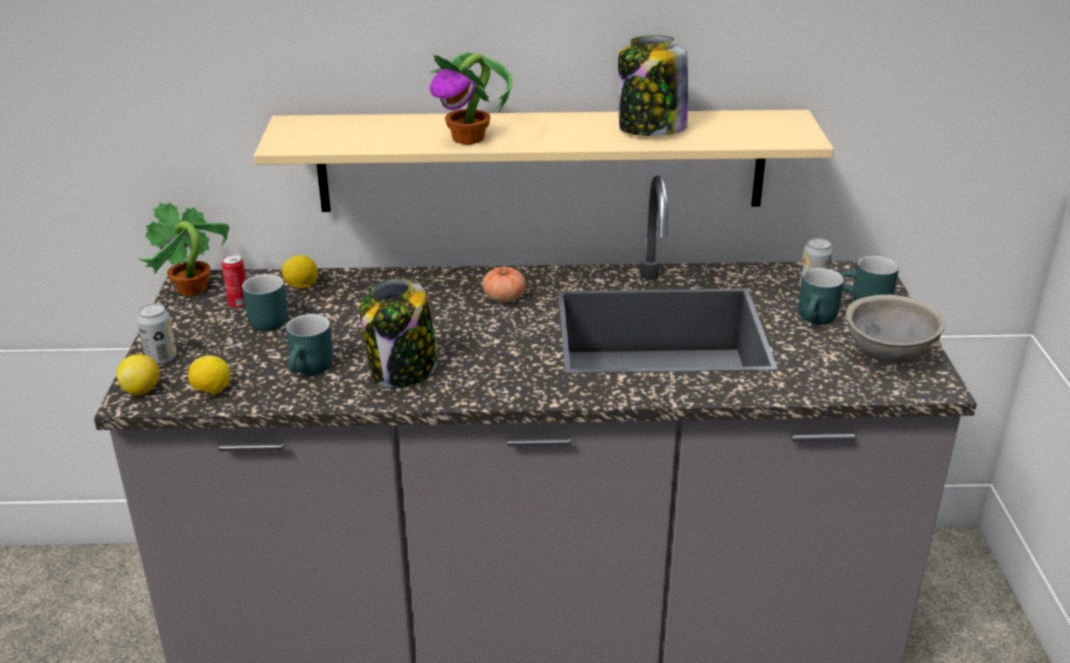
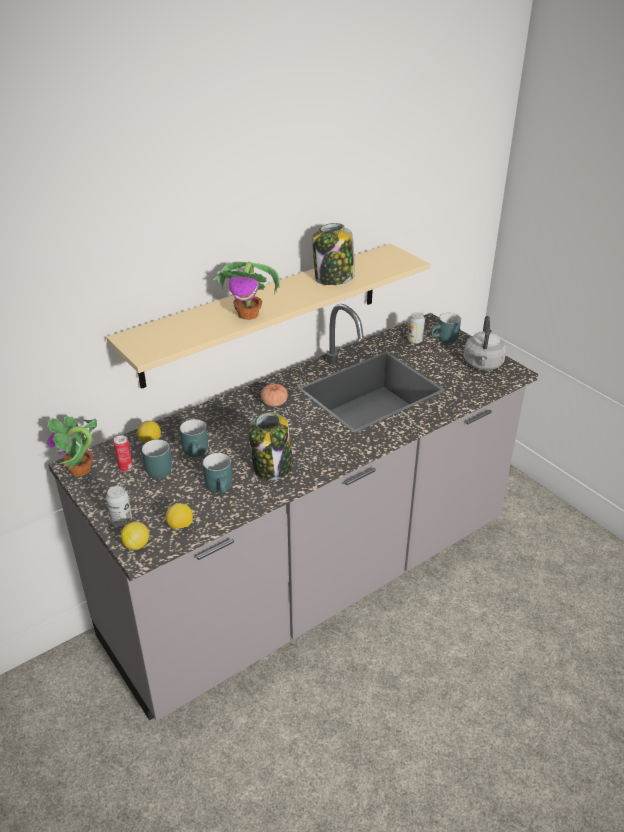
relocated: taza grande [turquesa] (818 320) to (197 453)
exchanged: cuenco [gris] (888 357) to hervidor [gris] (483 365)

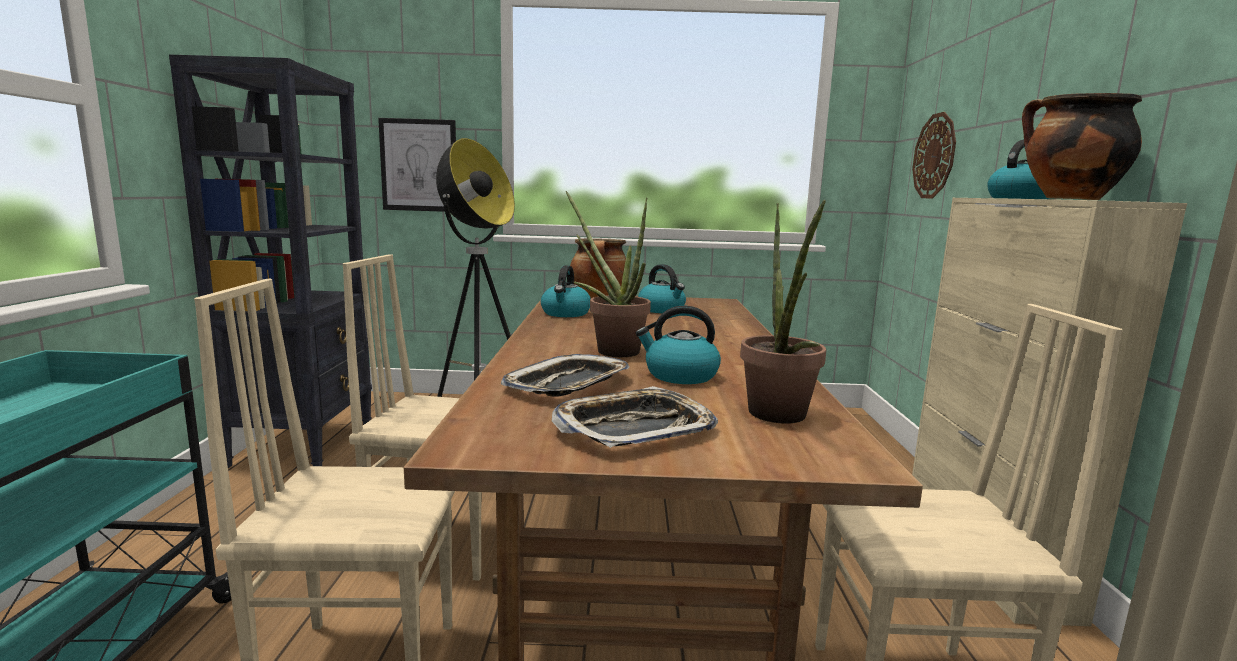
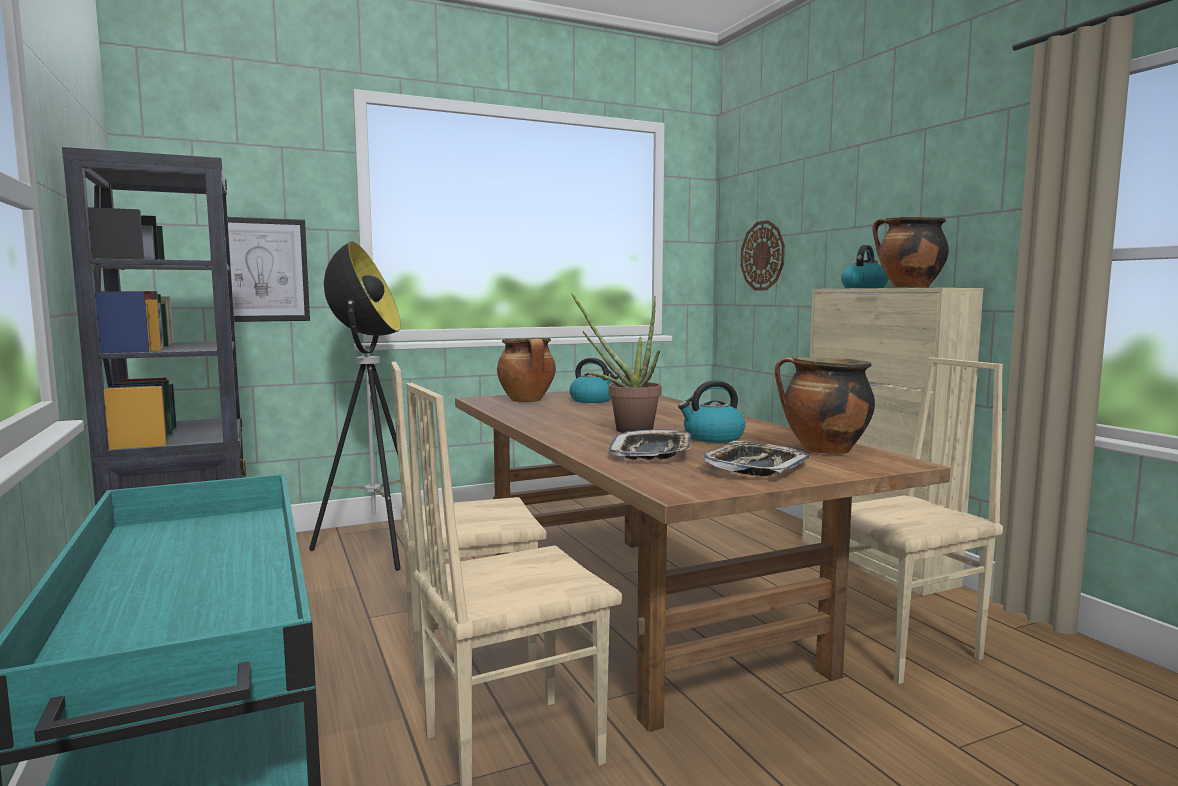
missing: hervidor (565 313)
exchanged: planta en maceta (779 418) to olla (823 450)

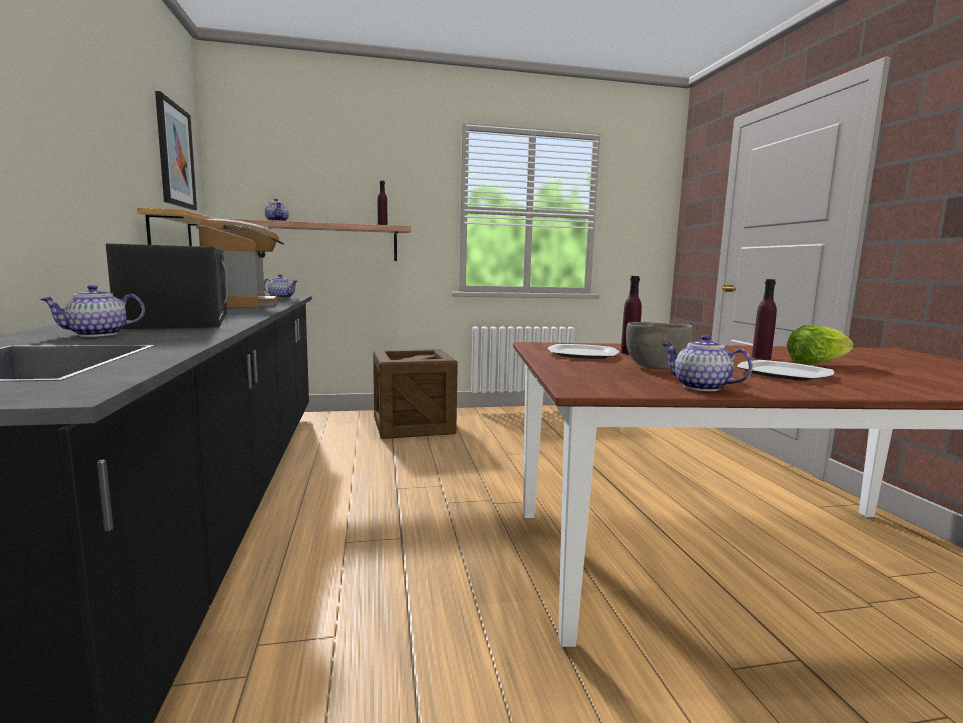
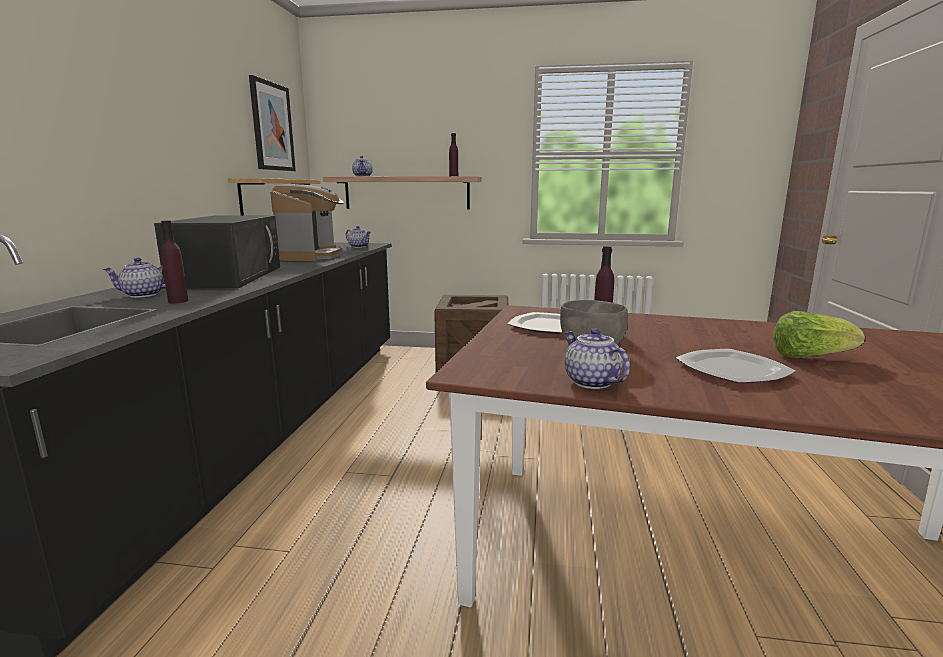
relocated: botella [morado] (761 357) to (178 301)

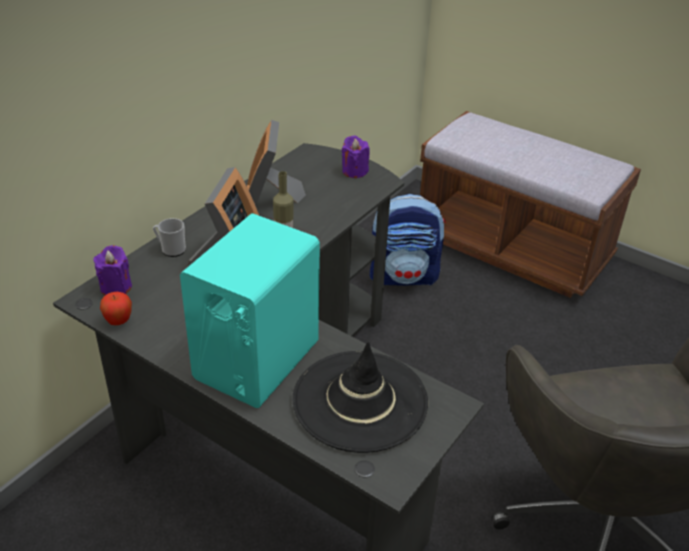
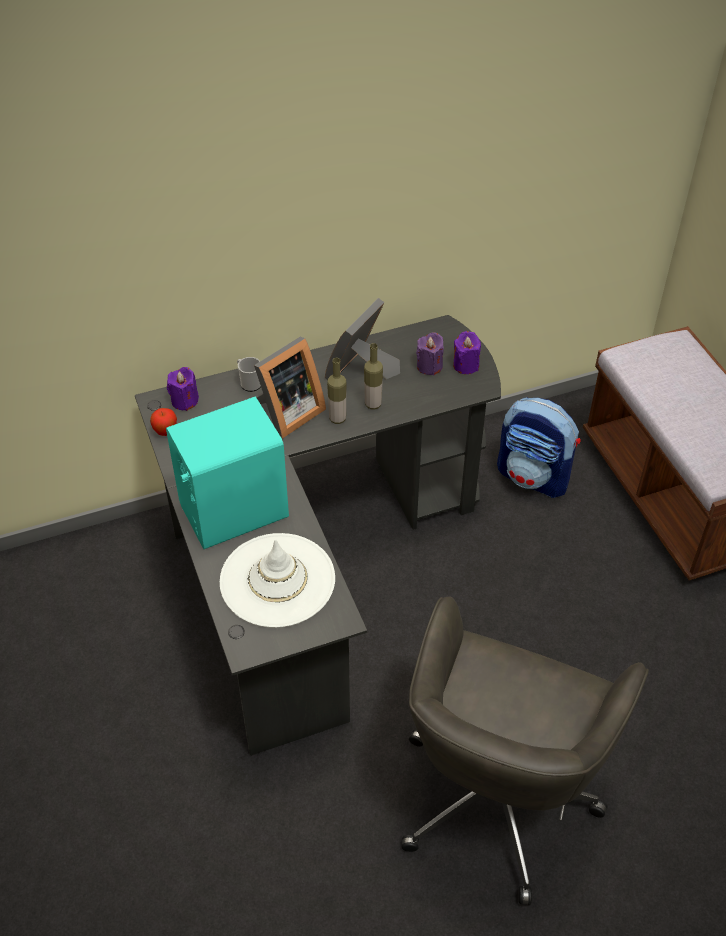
appeared: botella (373 404); vela [morado] (429 366)
colour: sombrero [negro] (360 400) to sombrero [blanco] (277 580)

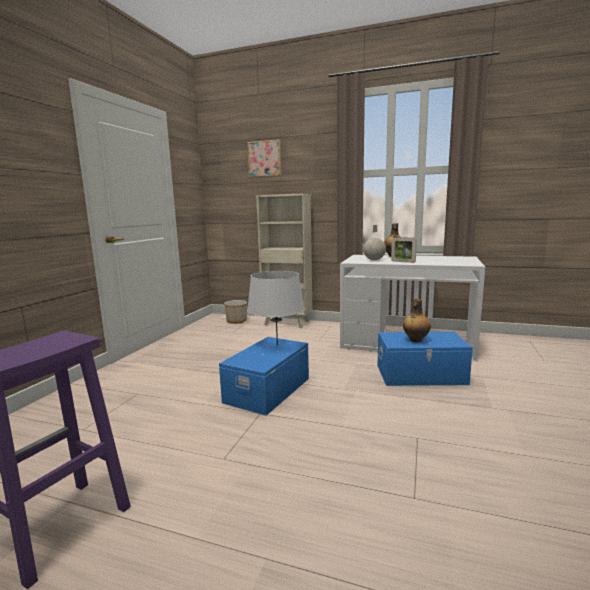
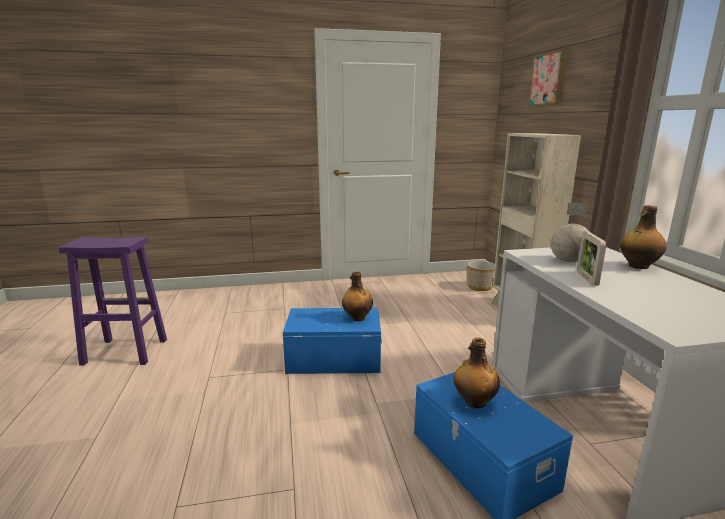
exchanged: lámpara de mesa [gris] (277 345) to botella (357 318)

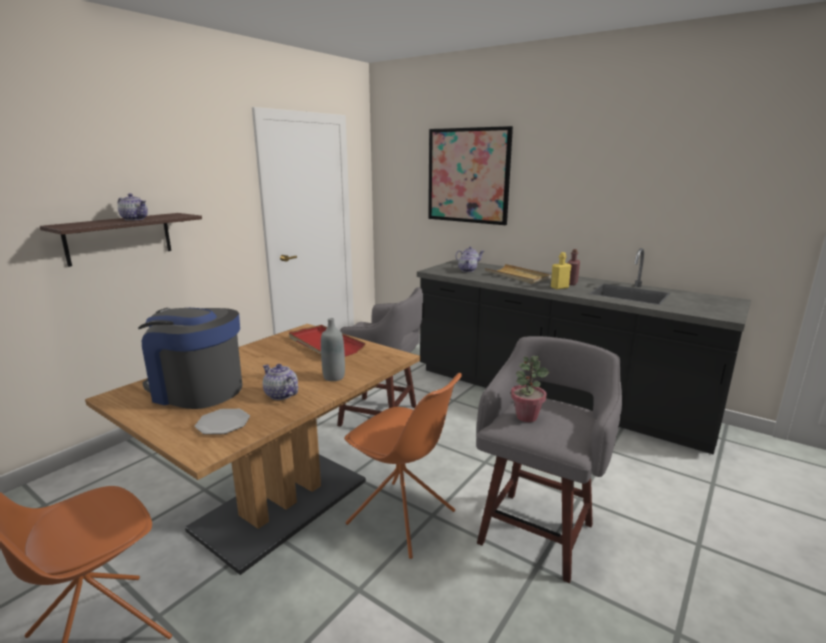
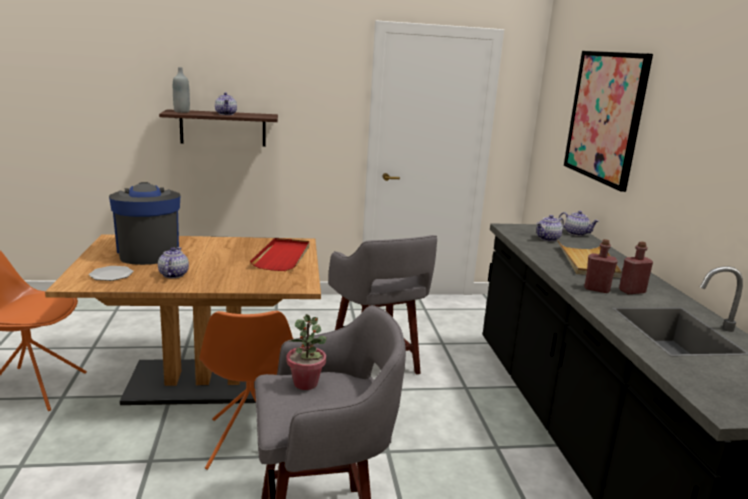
relocated: botella [gris] (334 377) to (181 111)
colour: botella [amarillo] (559 287) to botella [rojo] (596 289)

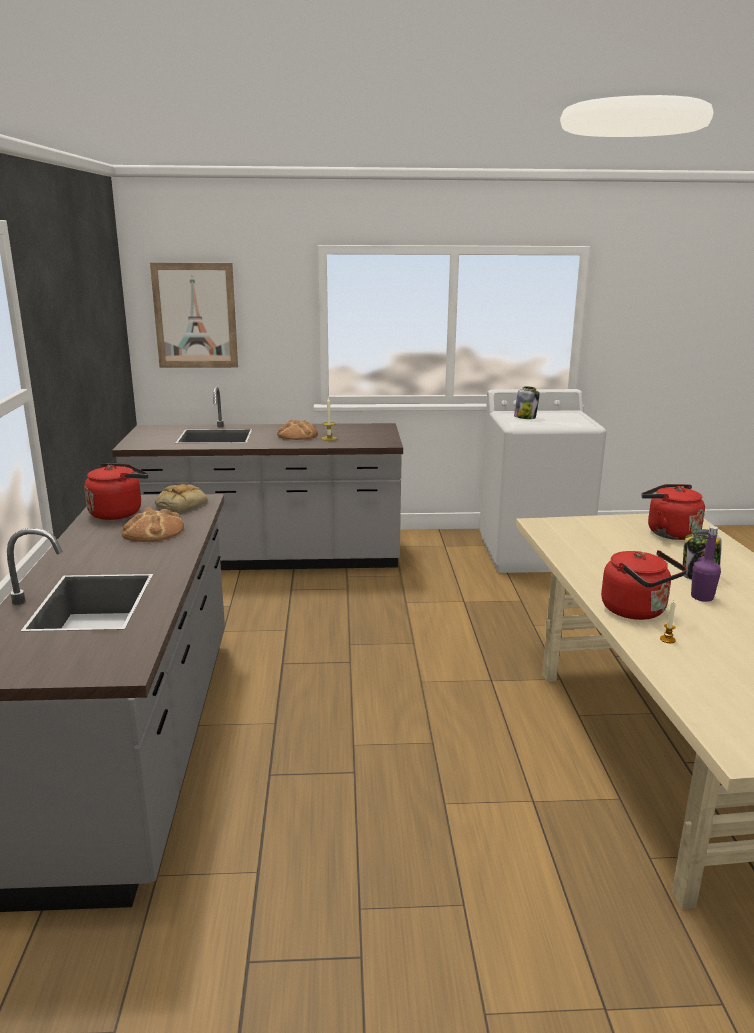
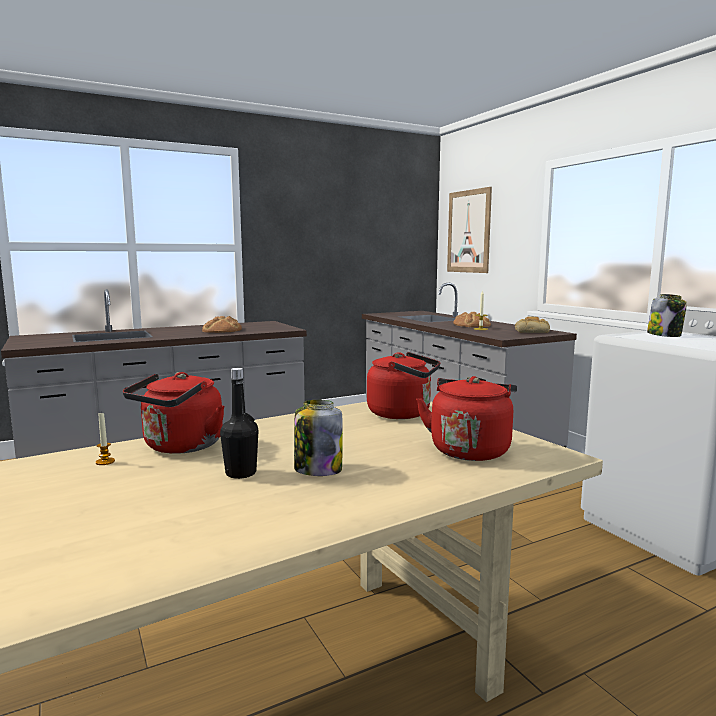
relocated: hervidor [rojo] (119 512) to (403 414); pan (181 504) to (532 331)
colour: botella [morado] (702 597) to botella [negro] (241 473)

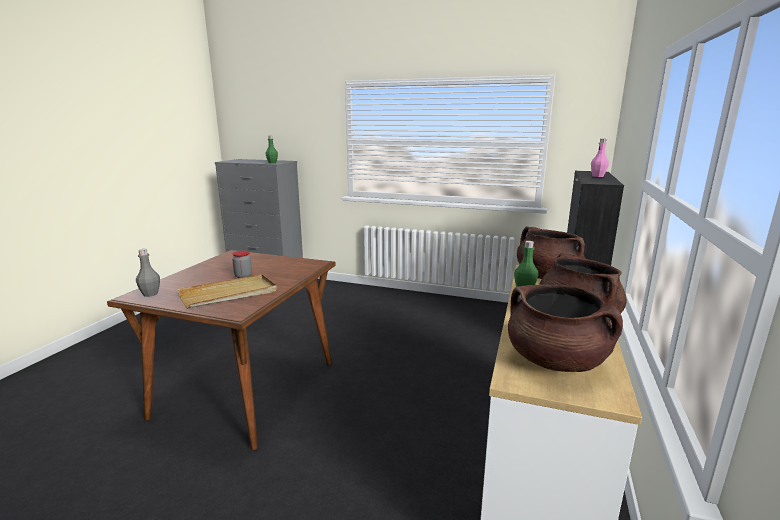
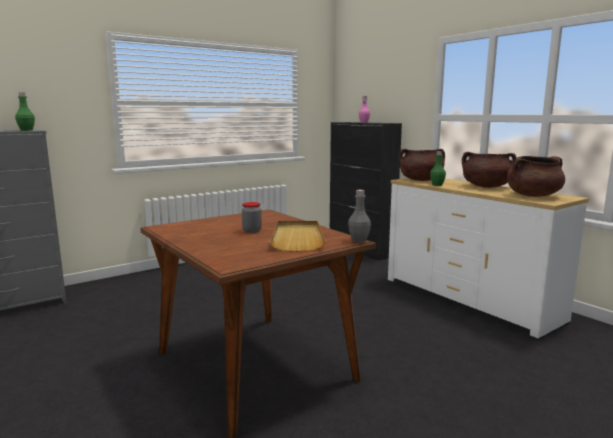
relocated: botella [gris] (150 294) to (359 240)

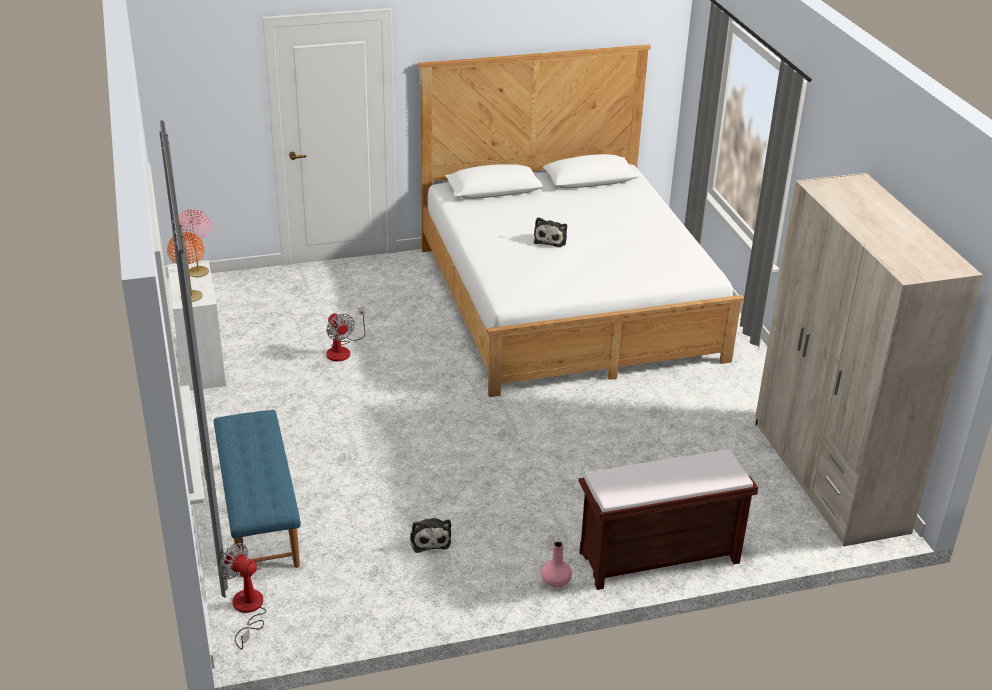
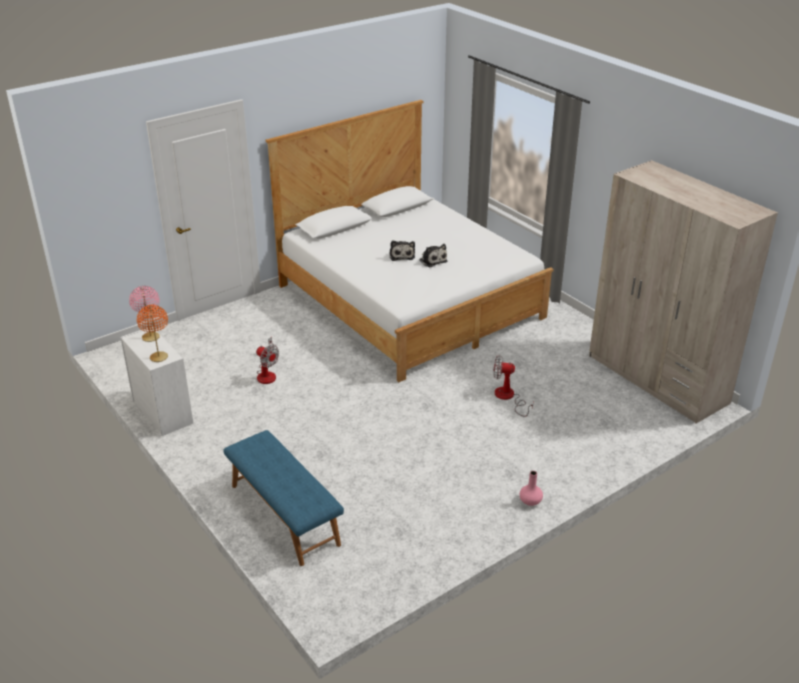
missing: banco [marrón] (658 558)
relocated: ventilador (247 610) to (508 397); peluche (429 539) to (432 260)

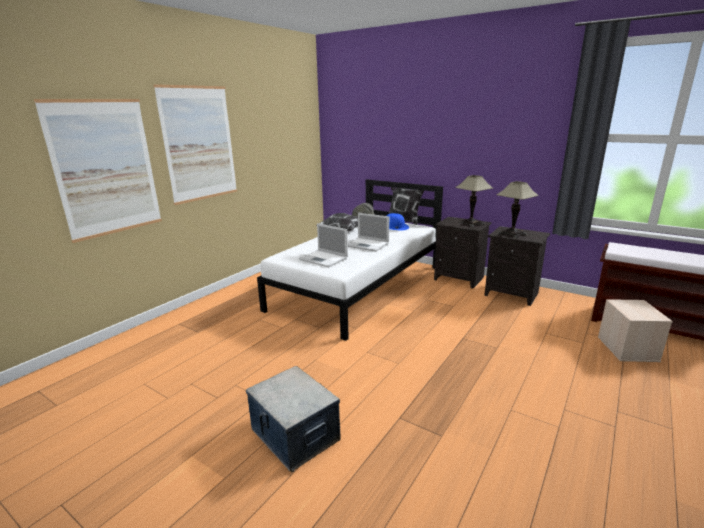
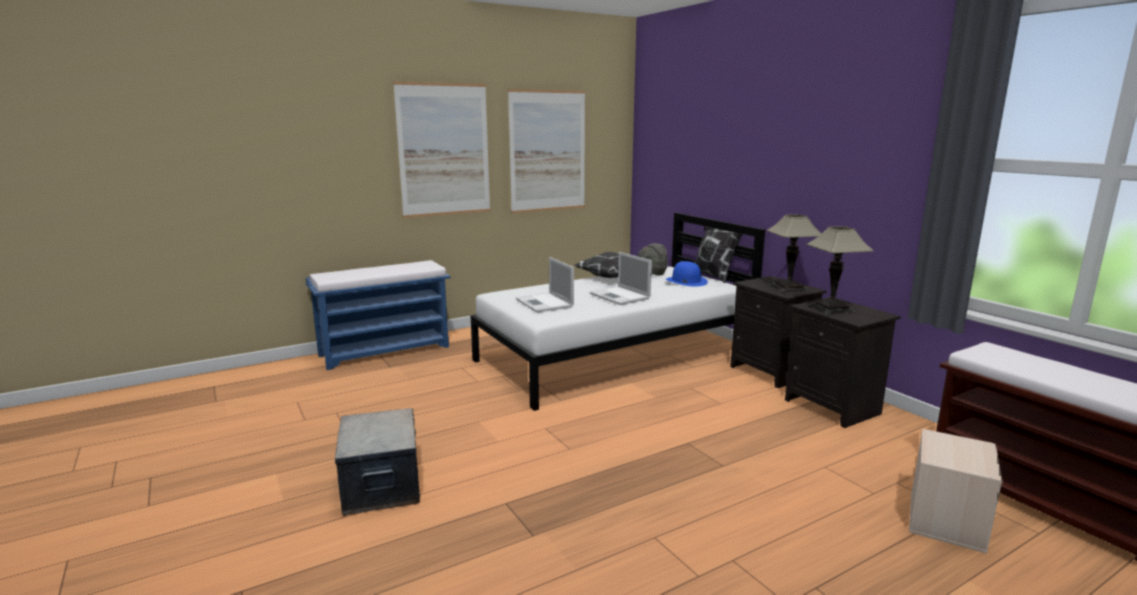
appeared: banco [azul] (386 350)
relocated: cuadro (106 168) to (547 151)

